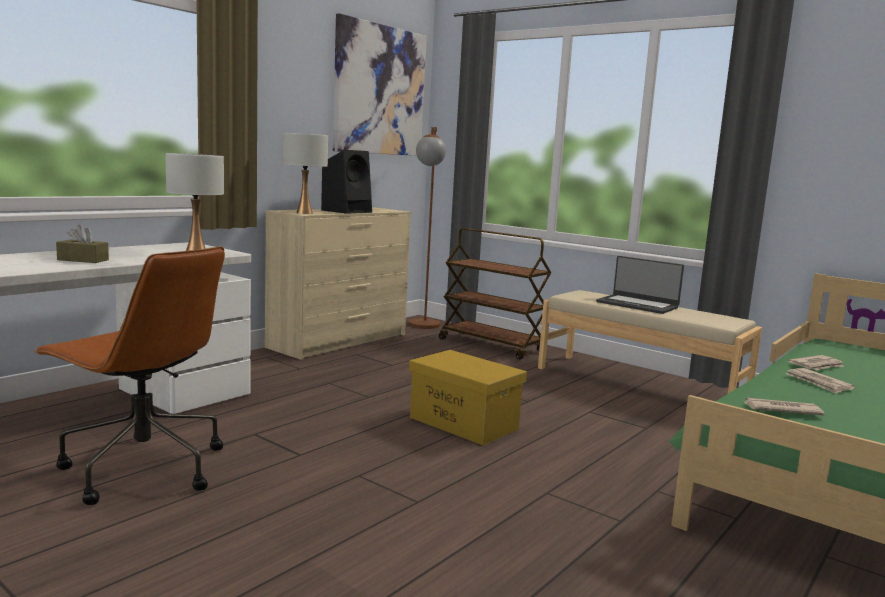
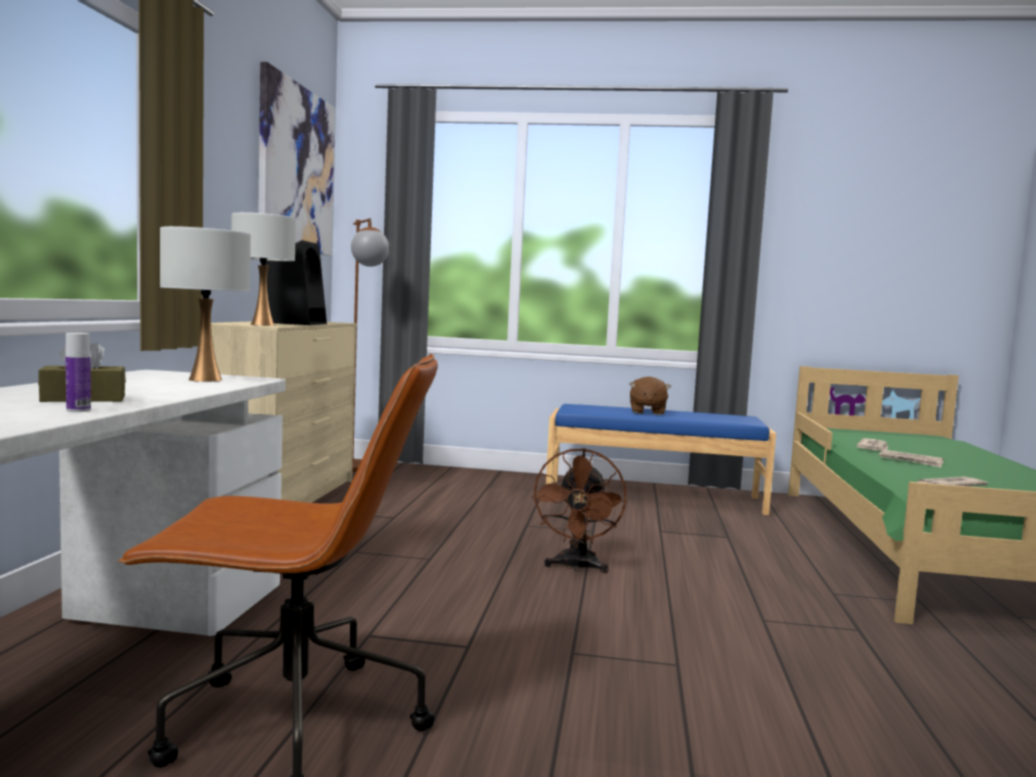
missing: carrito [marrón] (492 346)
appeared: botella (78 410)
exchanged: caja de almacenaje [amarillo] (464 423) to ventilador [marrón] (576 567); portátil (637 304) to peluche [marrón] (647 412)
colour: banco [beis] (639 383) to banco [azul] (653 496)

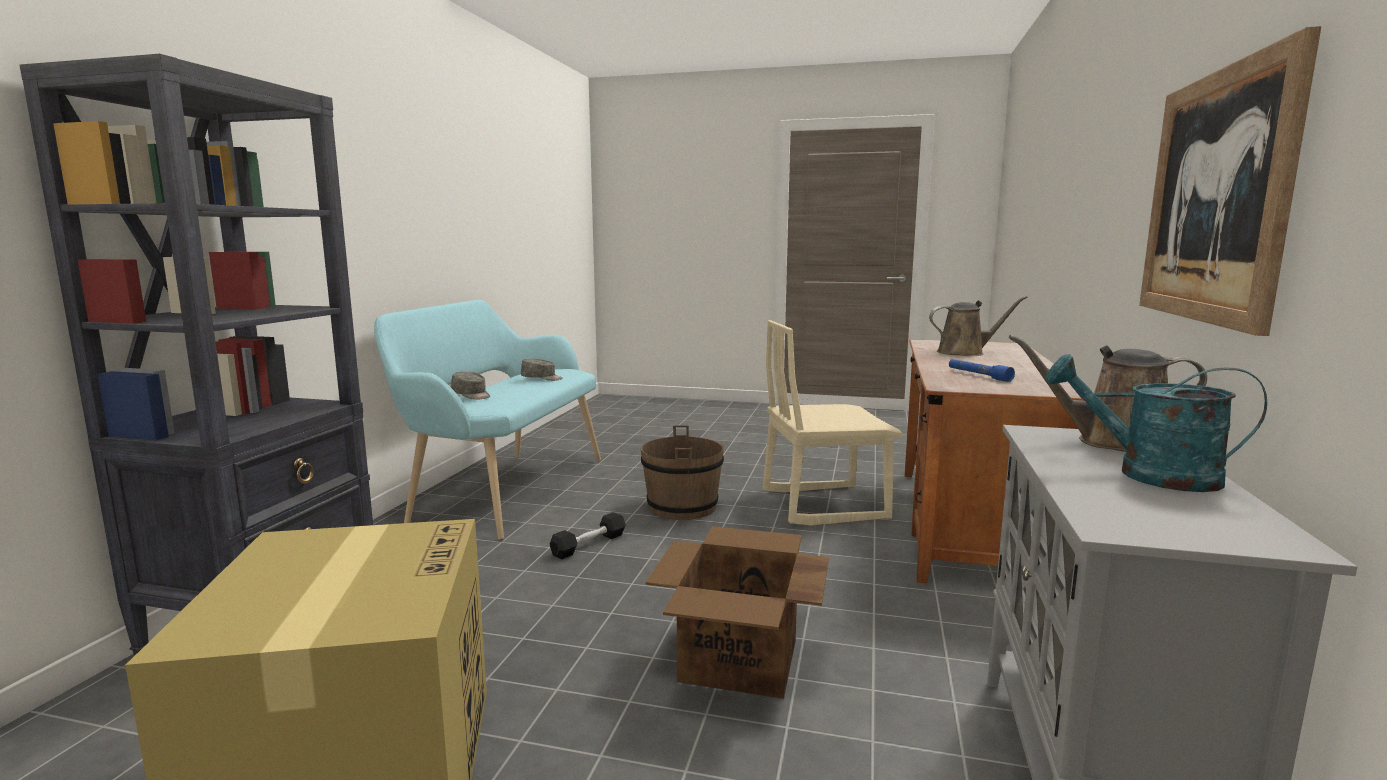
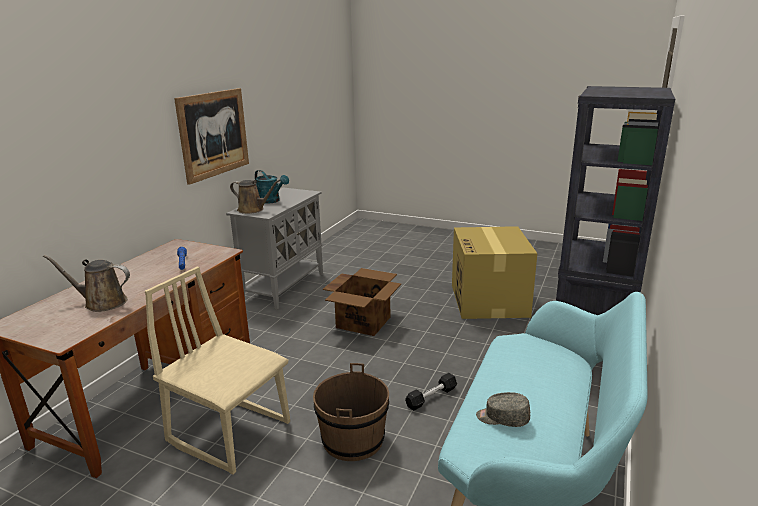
missing: gorra [gris] (471 395)
spun: silla [beis] (823 504) = (230 432) 150 degrees counterclockwise

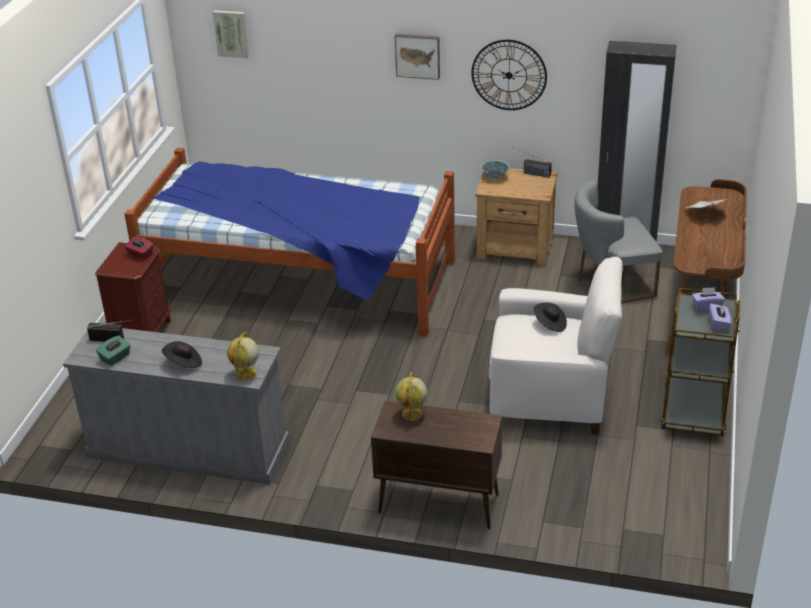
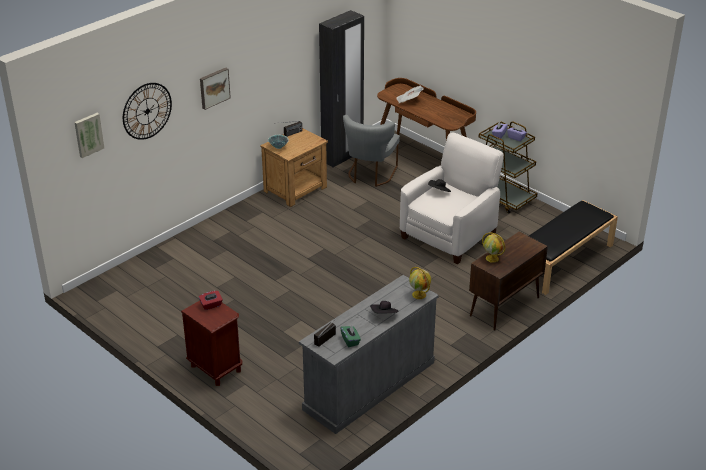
missing: cama (300 282)
appeared: banco [negro] (562 261)
relocated: reloj de pared (509 75) to (147 111)

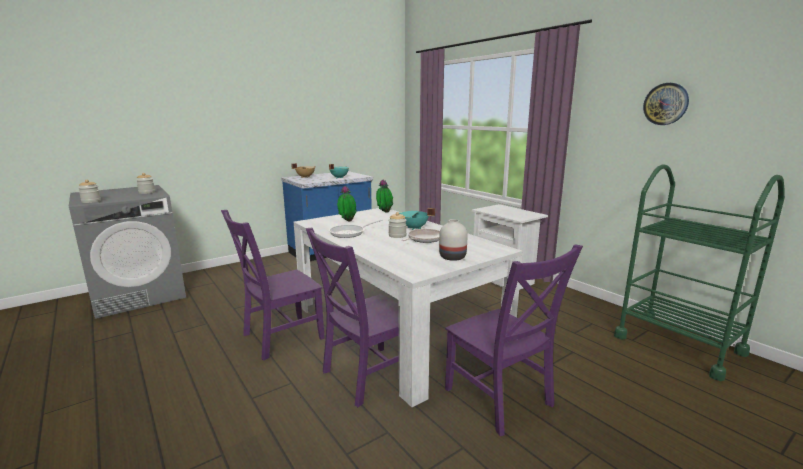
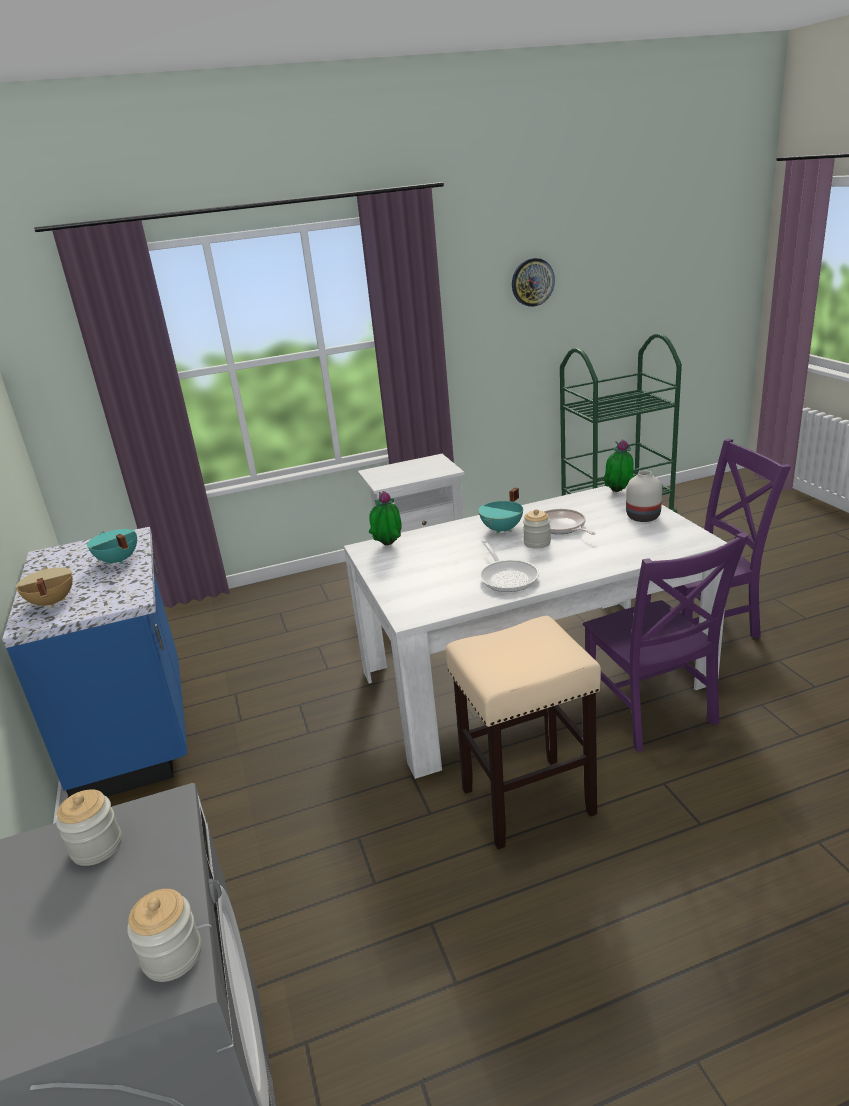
relocated: planta en maceta (347 221) to (618 493)
exchanged: silla [morado] (279 337) to taburete [beis] (526 802)

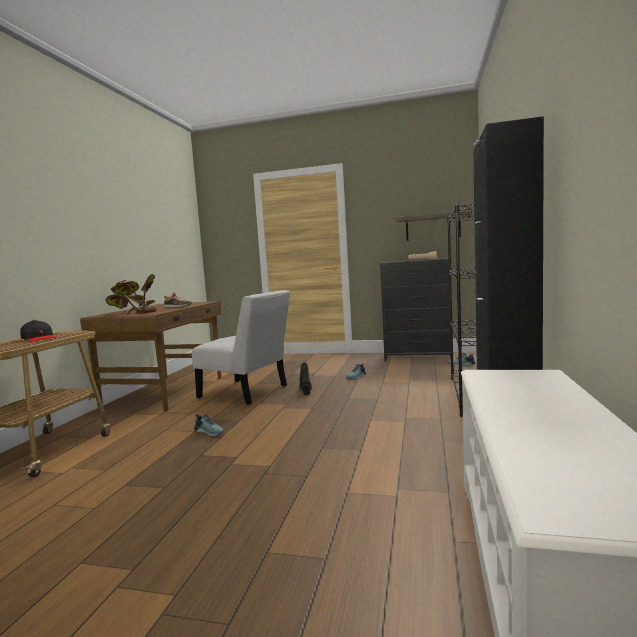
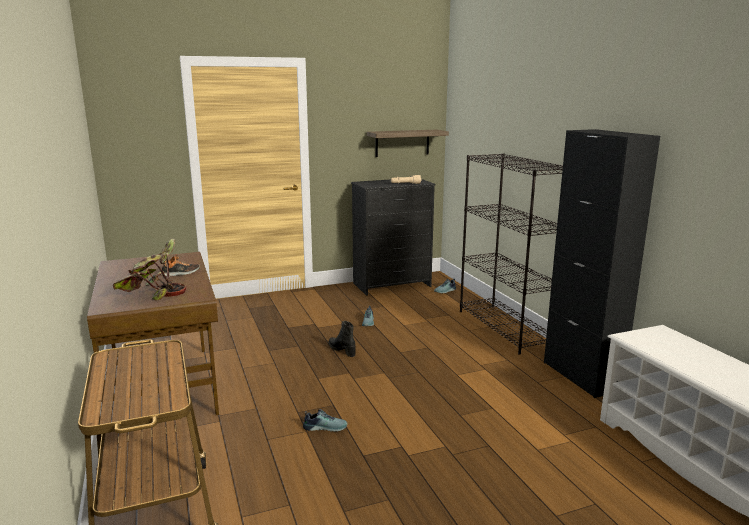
missing: gorra [negro] (39 338); silla [blanco] (247 392)

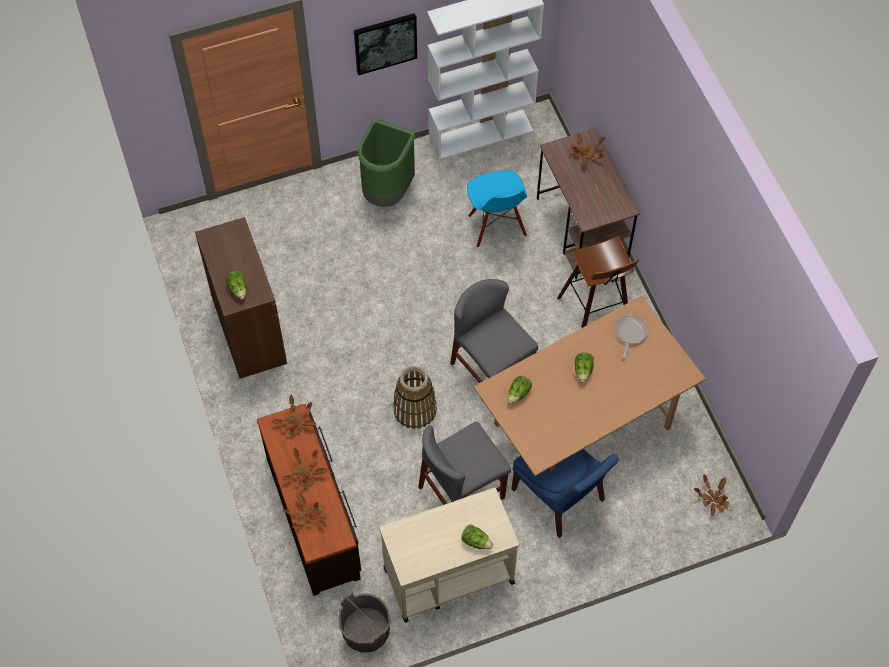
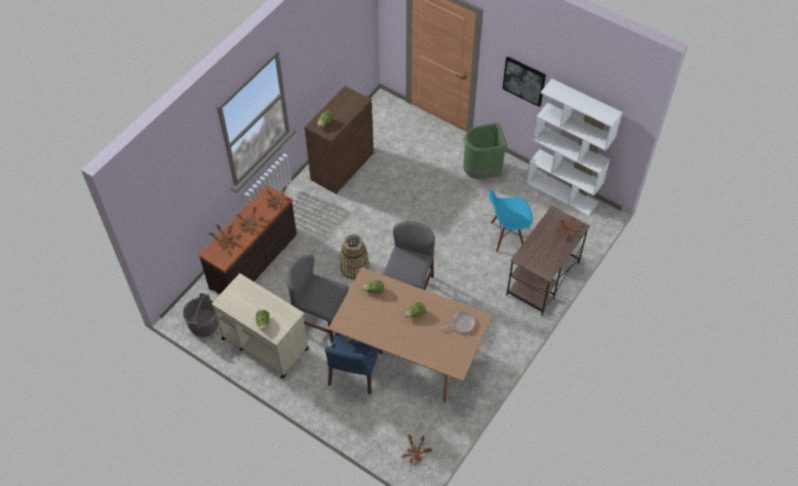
missing: taburete (596 310)
spun: silla [azul] (496 226) = (506 236) 45 degrees clockwise

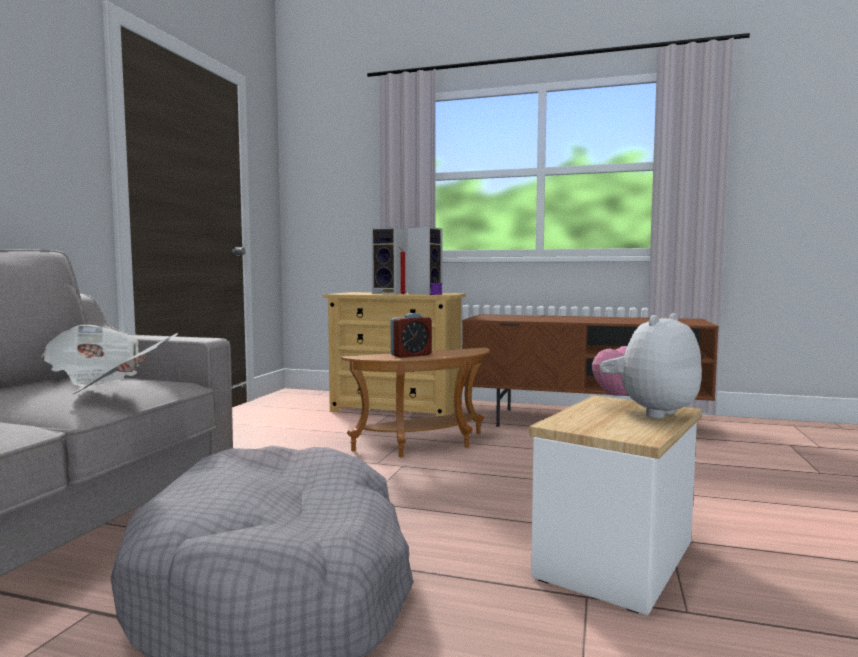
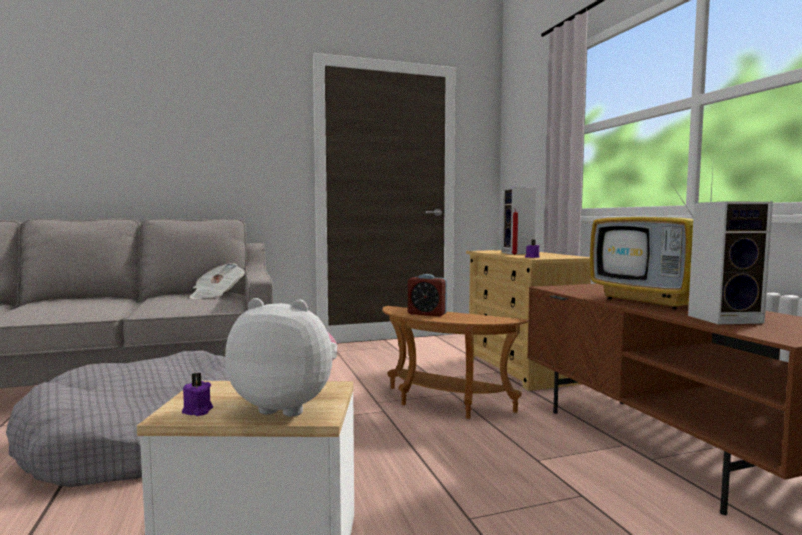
missing: periódico (125 391)
appeared: vela [morado] (197 411); televisor (656 302)
relocated: altavoz (425 293) to (726 319)

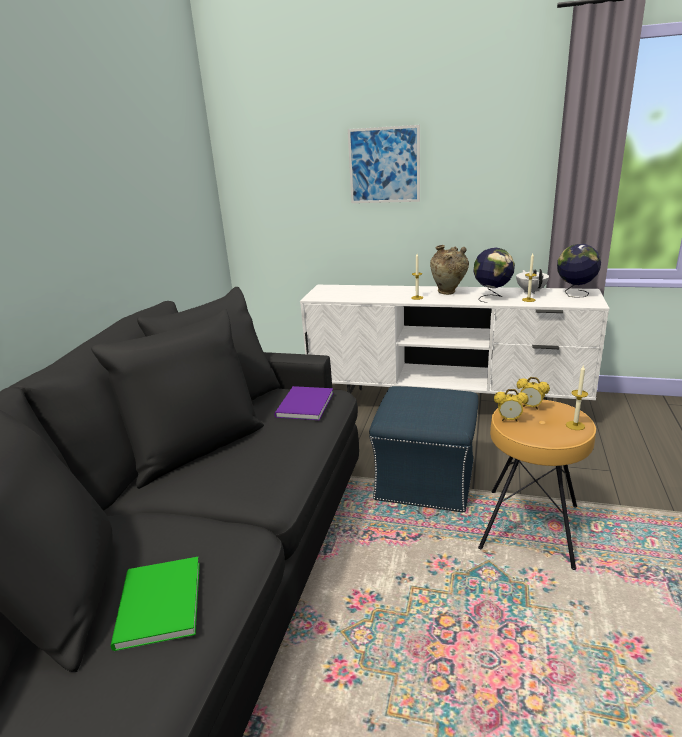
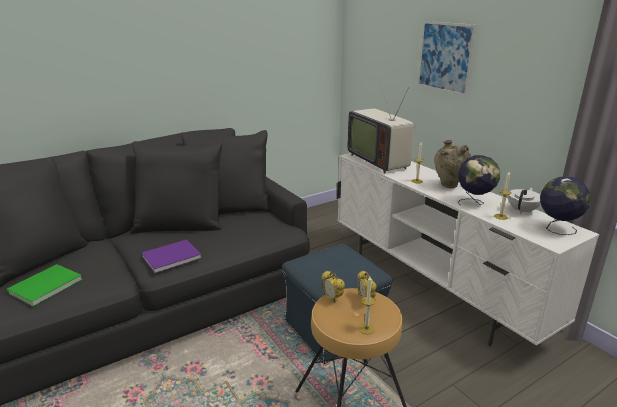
appeared: televisor (379 161)
relocated: libro [morado] (303 405) to (169 257)

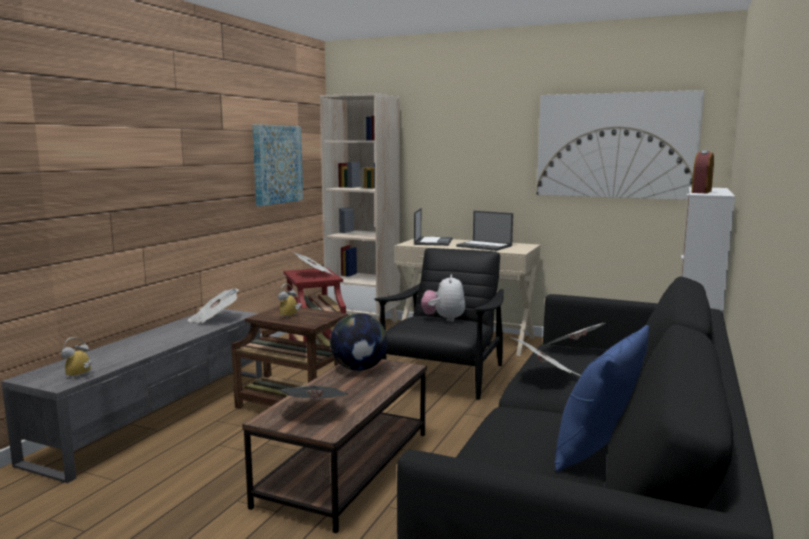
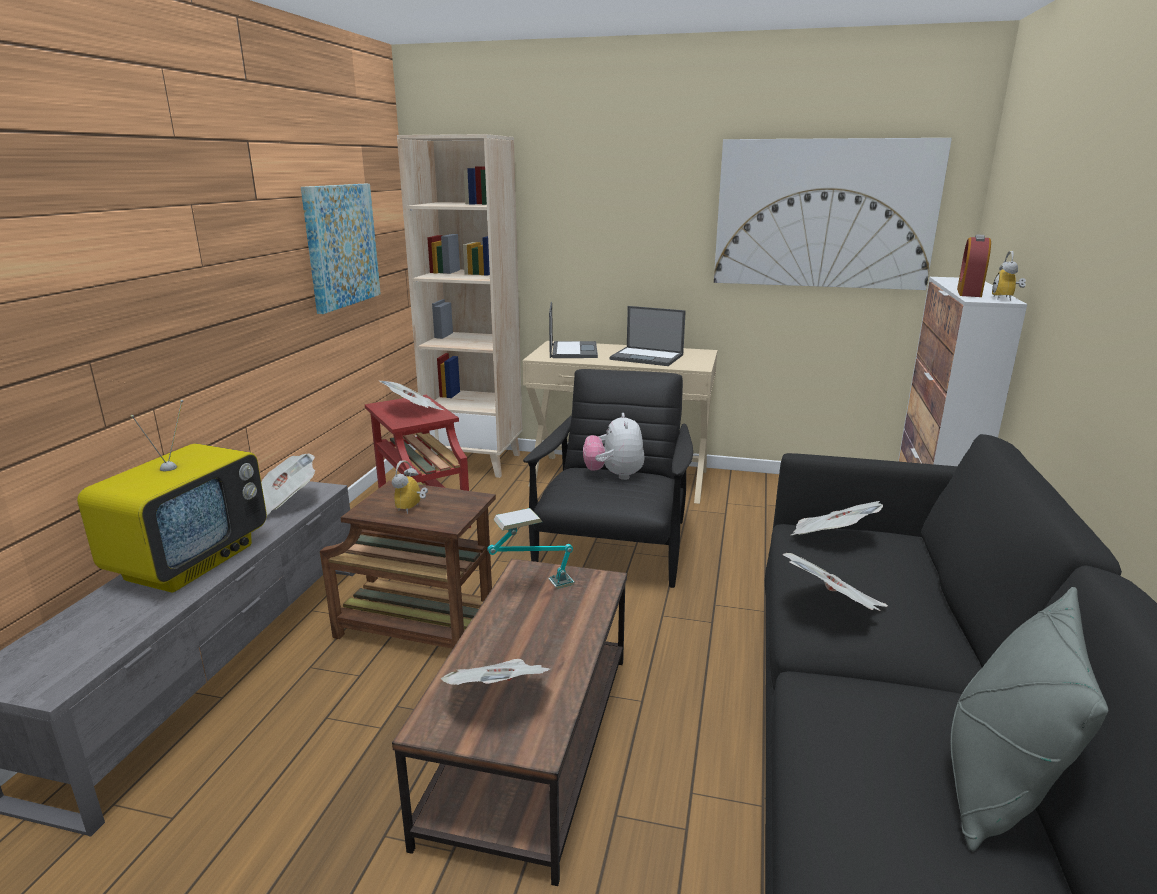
appeared: televisor (190 561)
relocated: despertador (80 376) to (1006 299)
exchanged: globo terráqueo (359 368) to lámpara de mesa (532 589)
colour: cojín [azul] (595 452) to cojín [gris] (994 785)

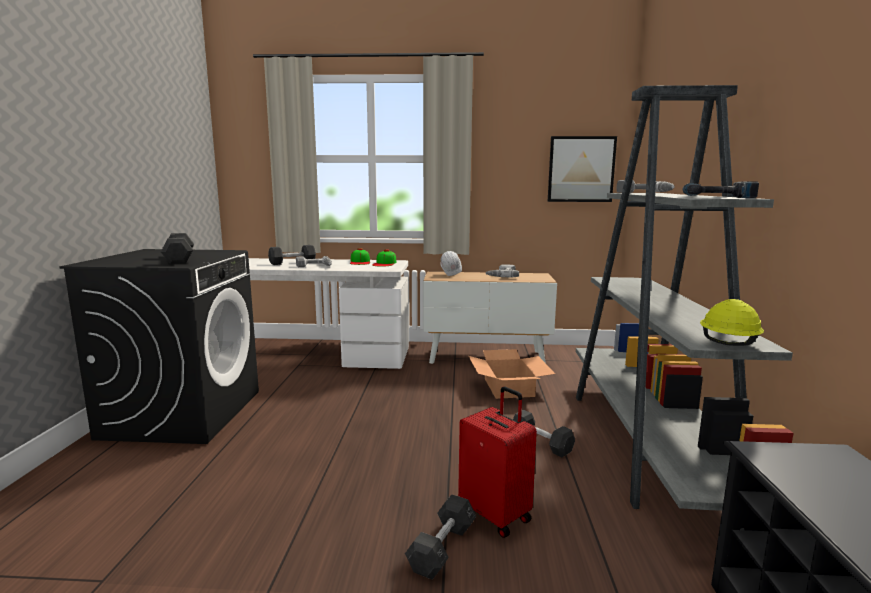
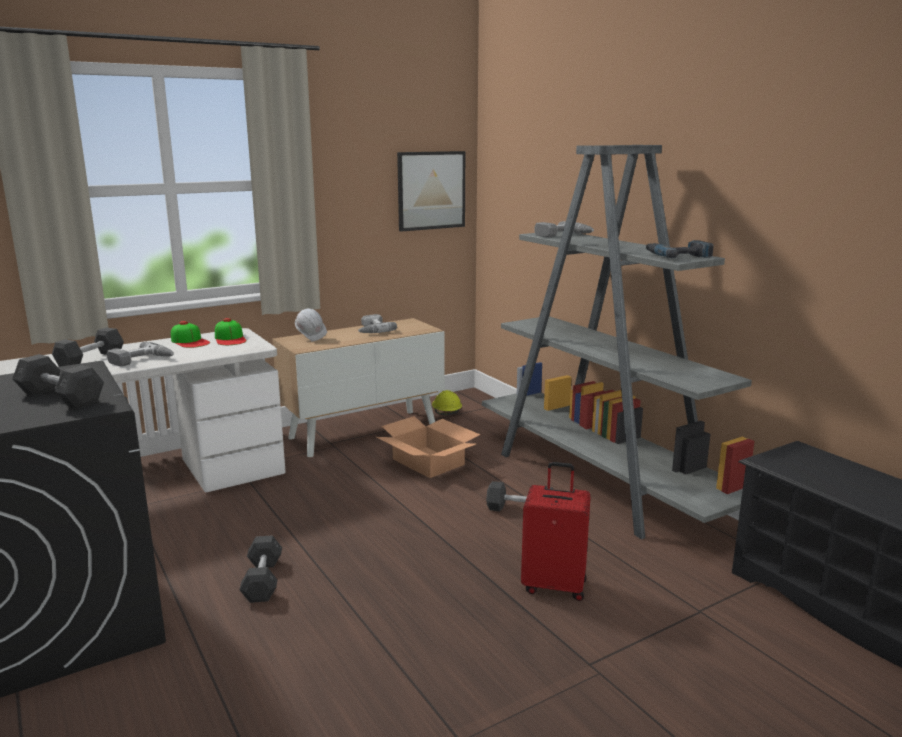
relocated: mancuerna [gris] (442 548) to (262 580); casco [amarillo] (728 343) to (446 413)

